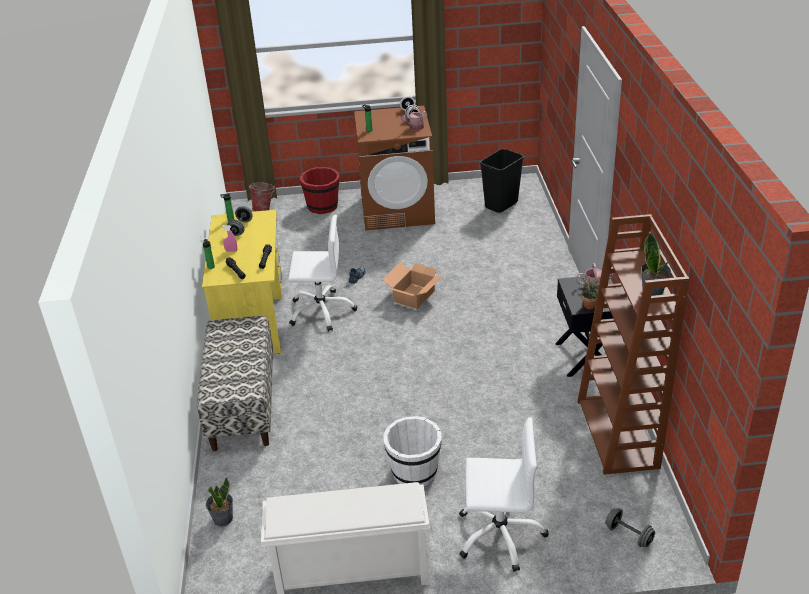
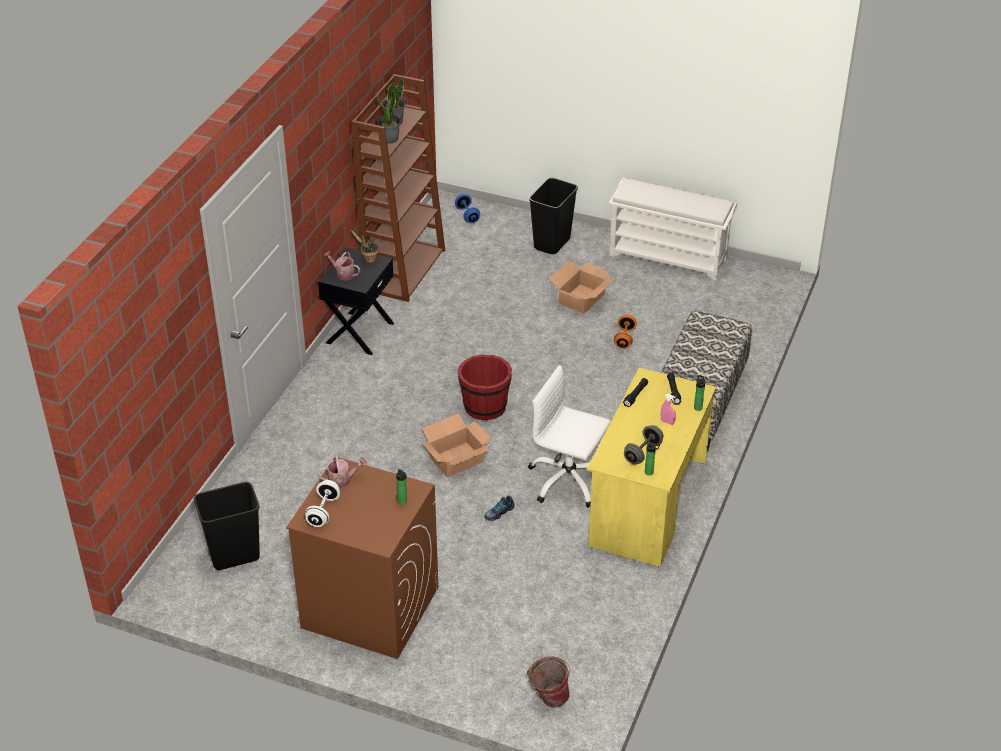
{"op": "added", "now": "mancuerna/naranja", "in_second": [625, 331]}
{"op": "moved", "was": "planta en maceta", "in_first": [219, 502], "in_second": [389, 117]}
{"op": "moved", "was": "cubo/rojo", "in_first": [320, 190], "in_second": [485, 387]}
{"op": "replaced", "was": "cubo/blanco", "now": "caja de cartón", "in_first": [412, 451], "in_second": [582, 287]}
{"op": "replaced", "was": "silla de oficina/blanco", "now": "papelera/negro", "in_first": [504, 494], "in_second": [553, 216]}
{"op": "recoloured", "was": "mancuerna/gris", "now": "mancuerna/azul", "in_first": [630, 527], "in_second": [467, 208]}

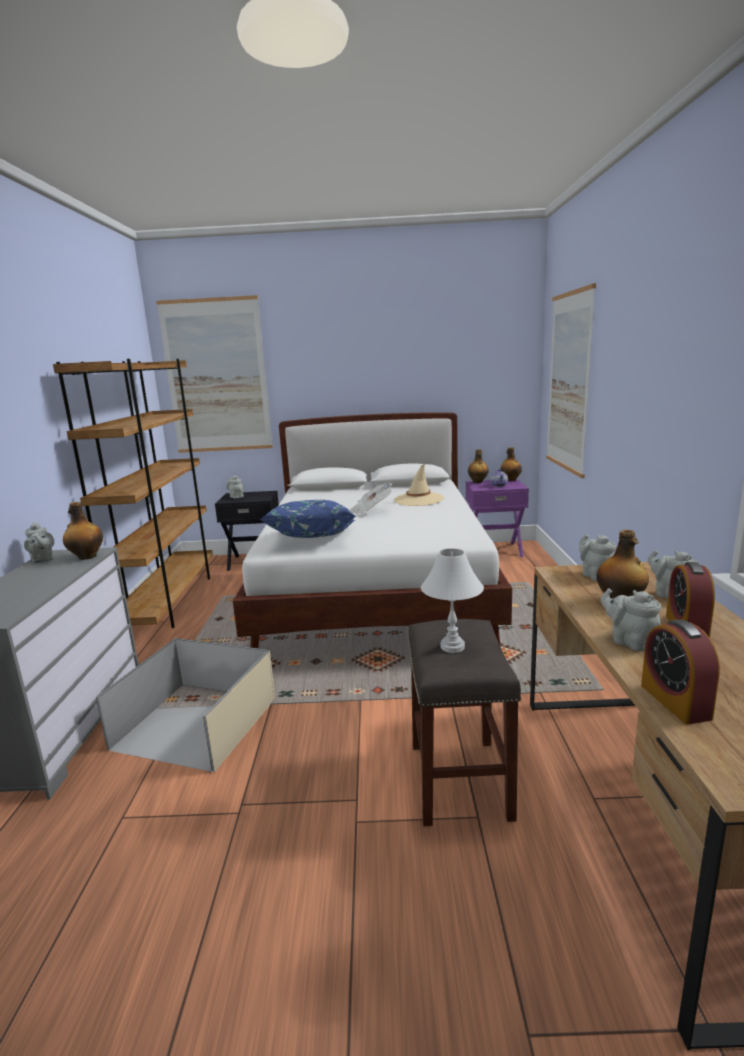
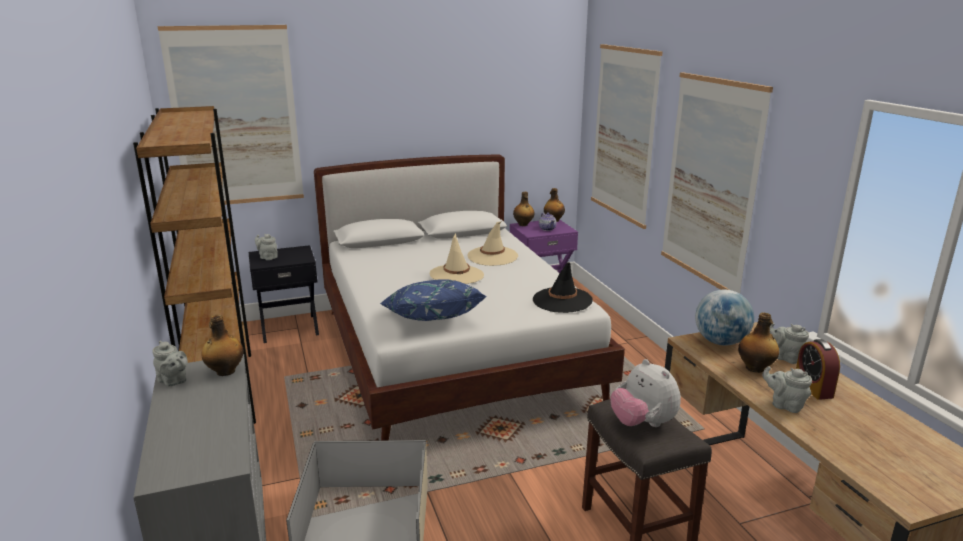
{"op": "removed", "was": "despertador", "in_first": [680, 672]}
{"op": "added", "now": "sombrero/negro", "in_second": [563, 287]}
{"op": "added", "now": "cuadro", "in_second": [717, 183]}
{"op": "replaced", "was": "periódico", "now": "sombrero/beis", "in_first": [370, 498], "in_second": [457, 258]}
{"op": "replaced", "was": "lámpara de mesa/blanco", "now": "peluche", "in_first": [452, 600], "in_second": [645, 393]}
{"op": "replaced", "was": "tetera/gris", "now": "globo terráqueo", "in_first": [597, 557], "in_second": [724, 318]}

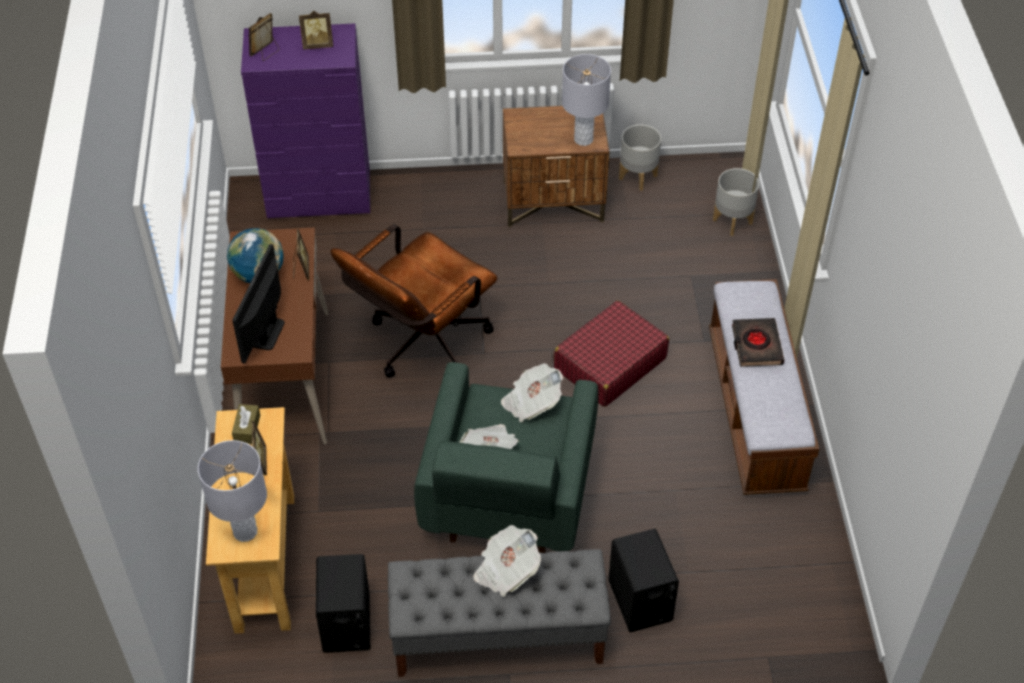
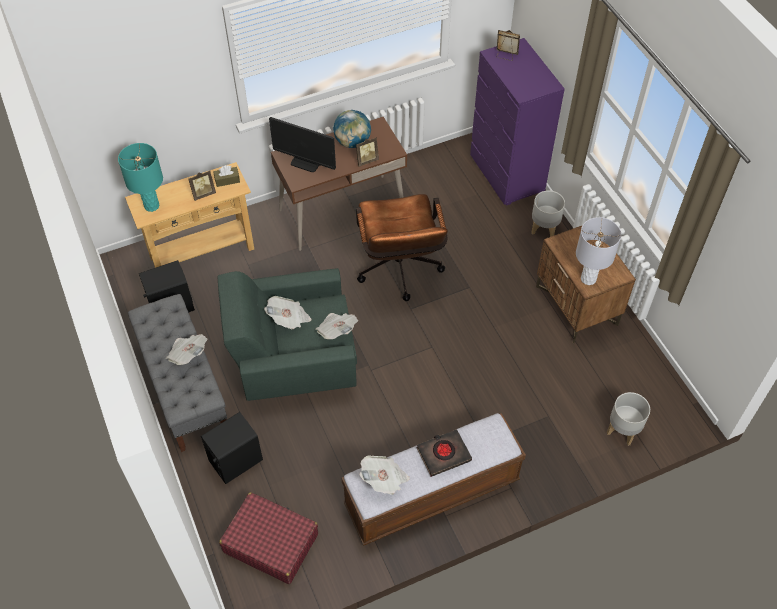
{"op": "removed", "was": "portarretratos", "in_first": [316, 30]}
{"op": "added", "now": "periódico", "in_second": [384, 475]}
{"op": "moved", "was": "maleta/rojo", "in_first": [611, 354], "in_second": [268, 538]}
{"op": "moved", "was": "maceta/gris", "in_first": [640, 157], "in_second": [548, 213]}
{"op": "recoloured", "was": "lámpara de mesa/gris", "now": "lámpara de mesa/turquesa", "in_first": [232, 491], "in_second": [140, 177]}
{"op": "turned", "was": "monitor", "in_first": [259, 304], "in_second": [302, 144], "clockwise": -150}
{"op": "turned", "was": "silla de oficina/marrón", "in_first": [414, 301], "in_second": [402, 247], "clockwise": -120}

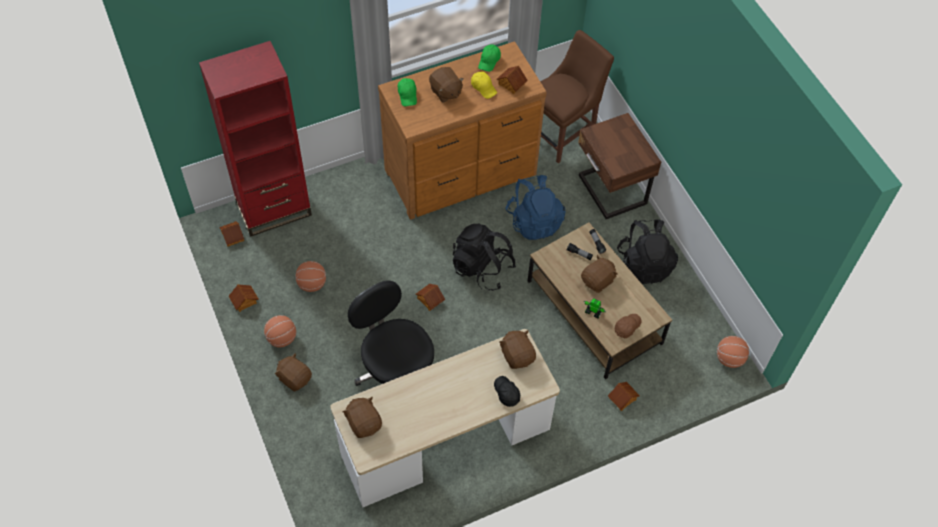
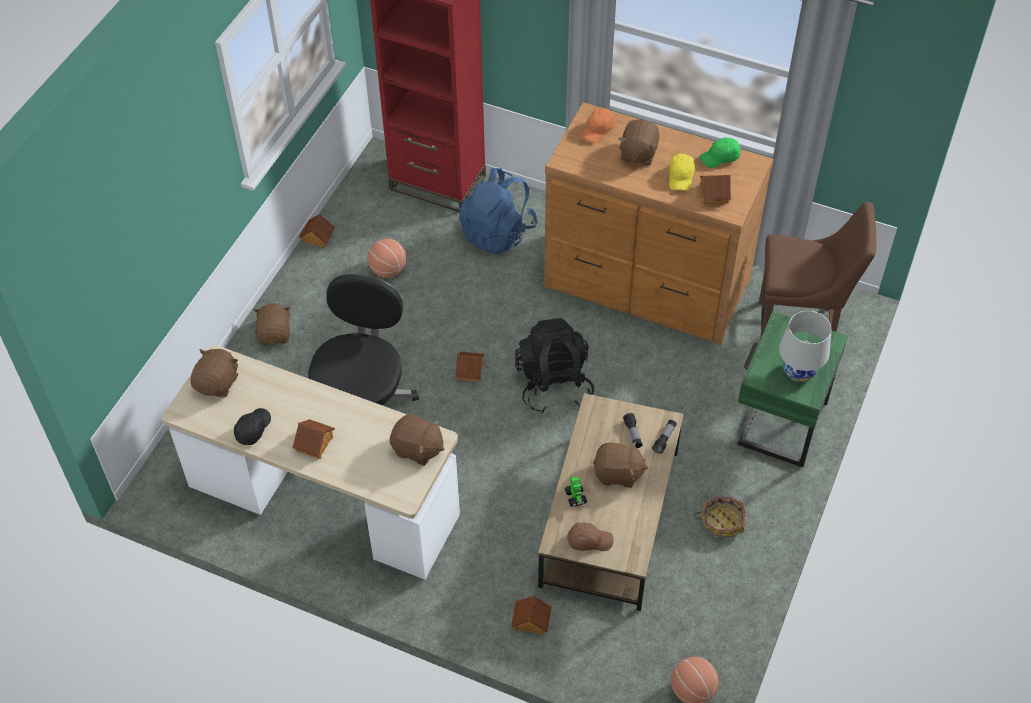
{"op": "removed", "was": "balón de baloncesto", "in_first": [280, 331]}
{"op": "added", "now": "lámpara de mesa/blanco", "in_second": [805, 346]}
{"op": "moved", "was": "casita", "in_first": [231, 234], "in_second": [313, 439]}
{"op": "moved", "was": "gorra/negro", "in_first": [507, 391], "in_second": [252, 426]}
{"op": "moved", "was": "mochila/azul", "in_first": [535, 207], "in_second": [498, 211]}
{"op": "replaced", "was": "mochila/negro", "now": "cesta", "in_first": [647, 252], "in_second": [720, 517]}
{"op": "recoloured", "was": "gorra/verde", "now": "gorra/naranja", "in_first": [407, 92], "in_second": [598, 125]}
{"op": "recoloured", "was": "mesita de noche/marrón", "now": "mesita de noche/verde", "in_first": [619, 166], "in_second": [793, 389]}
{"op": "turned", "was": "peluche/marrón", "in_first": [517, 349], "in_second": [417, 440], "clockwise": 90}

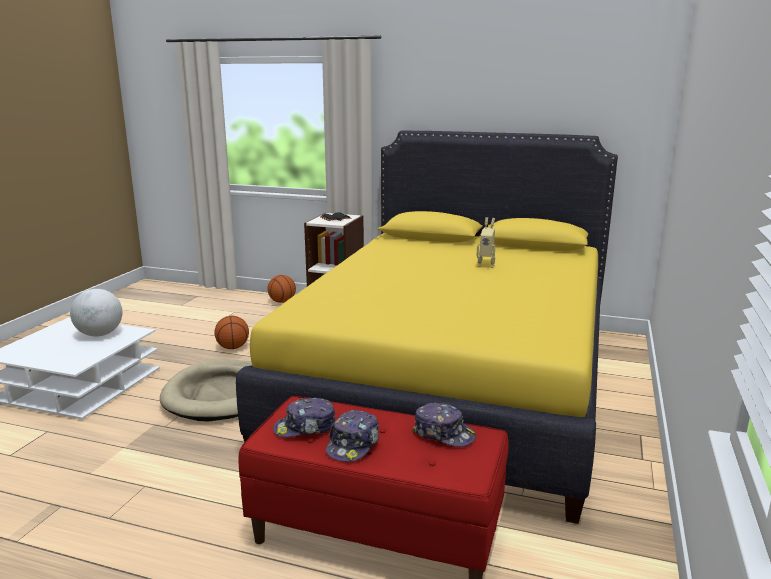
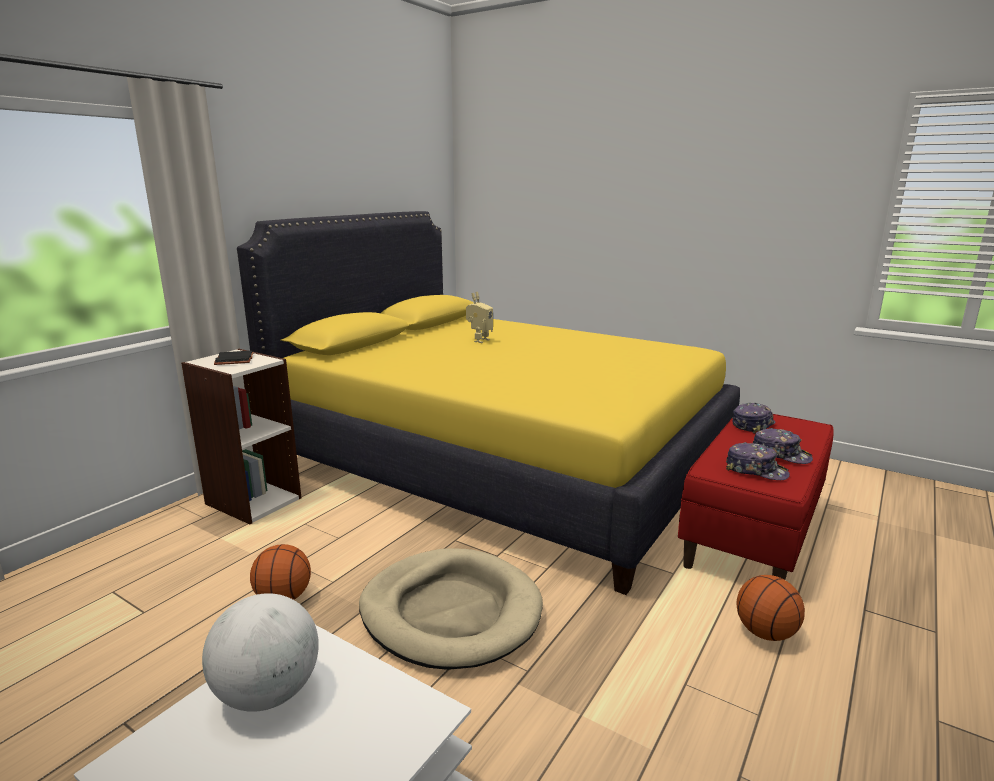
{"op": "moved", "was": "balón de baloncesto", "in_first": [282, 289], "in_second": [771, 608]}
{"op": "turned", "was": "gorra", "in_first": [304, 417], "in_second": [758, 461], "clockwise": -60}

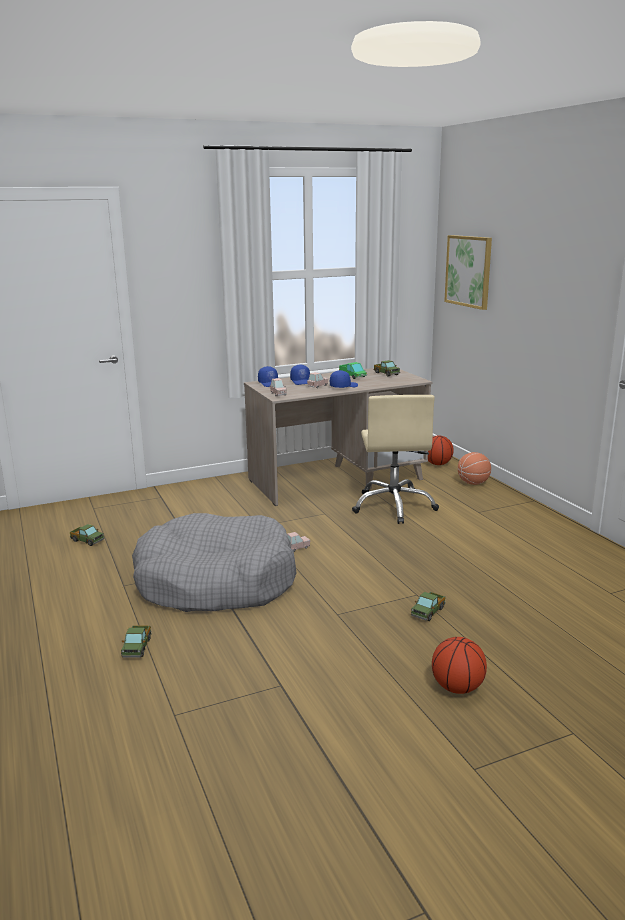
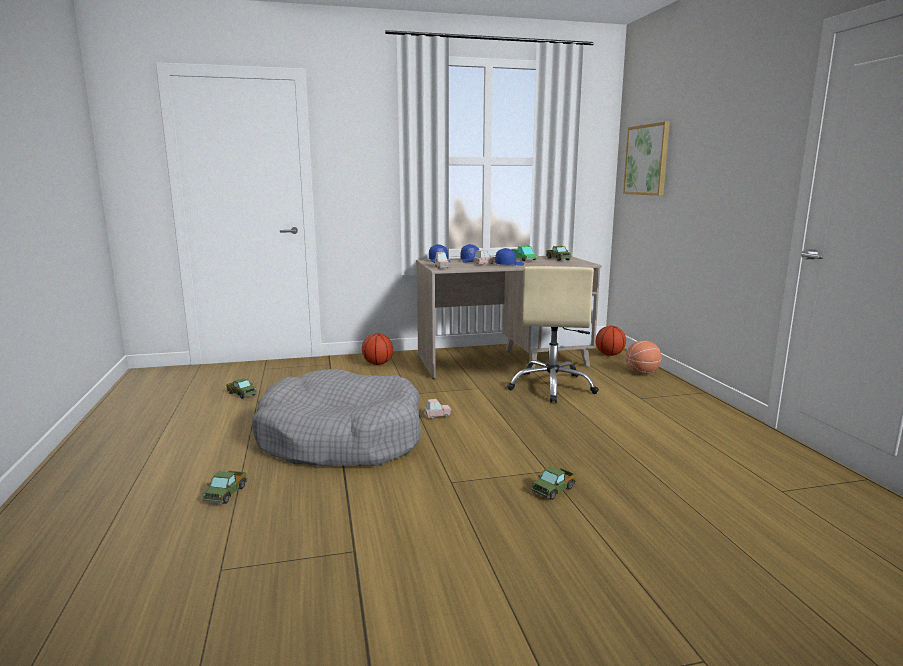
{"op": "moved", "was": "balón de baloncesto", "in_first": [459, 665], "in_second": [377, 349]}

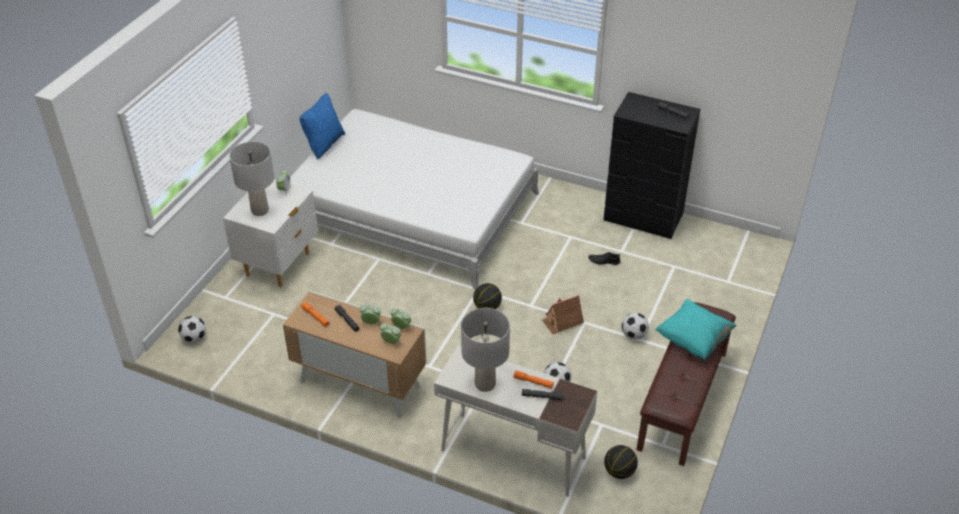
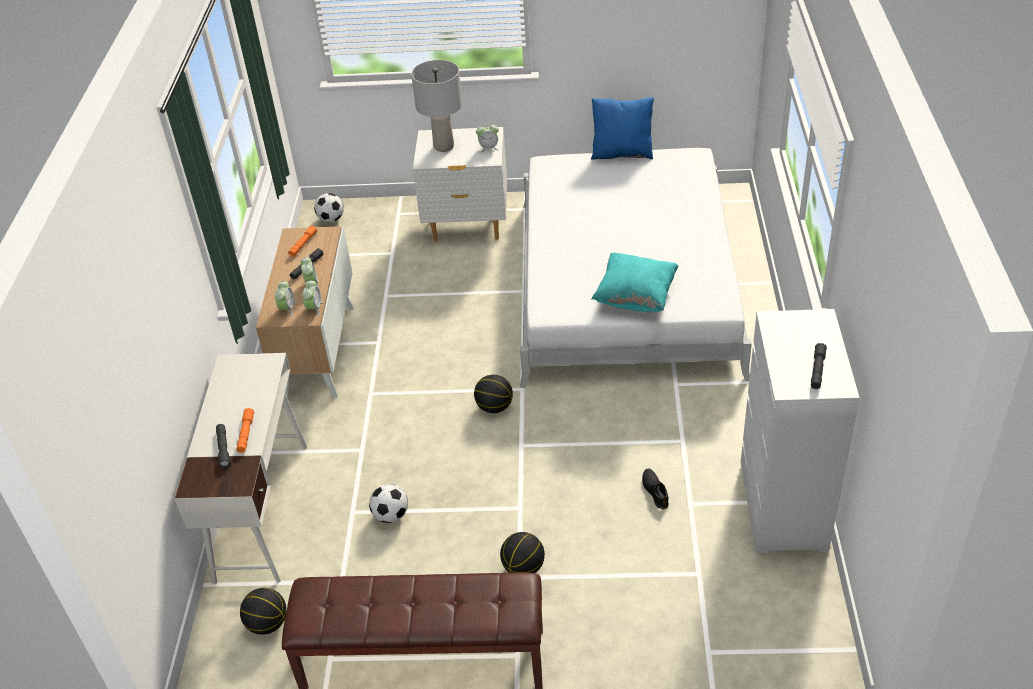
{"op": "removed", "was": "lámpara de mesa/gris", "in_first": [485, 350]}
{"op": "removed", "was": "casita", "in_first": [563, 315]}
{"op": "moved", "was": "cojín/turquesa", "in_first": [696, 329], "in_second": [635, 282]}
{"op": "replaced", "was": "balón de fútbol", "now": "balón de baloncesto", "in_first": [635, 326], "in_second": [522, 552]}
{"op": "recoloured", "was": "cómoda/negro", "now": "cómoda/blanco", "in_first": [651, 165], "in_second": [800, 431]}

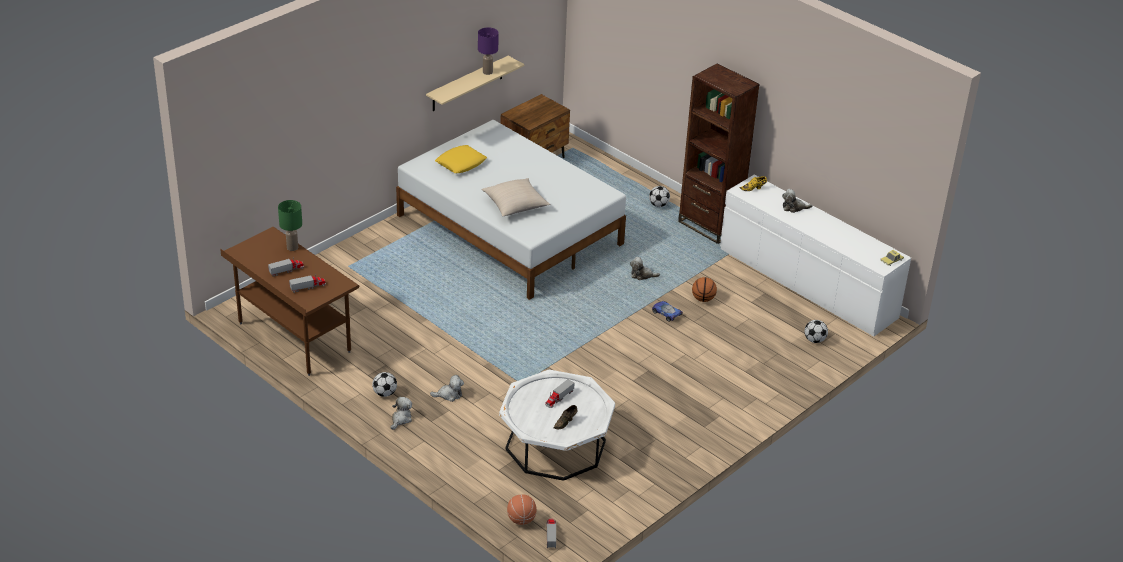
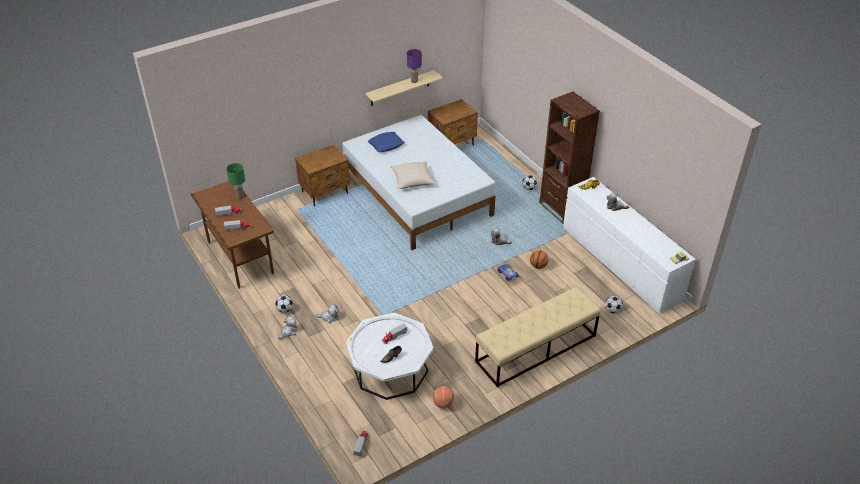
{"op": "added", "now": "mesita de noche/marrón", "in_second": [322, 176]}
{"op": "added", "now": "banco/beis", "in_second": [538, 337]}
{"op": "moved", "was": "balón de baloncesto", "in_first": [522, 509], "in_second": [443, 397]}
{"op": "recoloured", "was": "cojín/amarillo", "now": "cojín/azul", "in_first": [461, 159], "in_second": [386, 142]}

